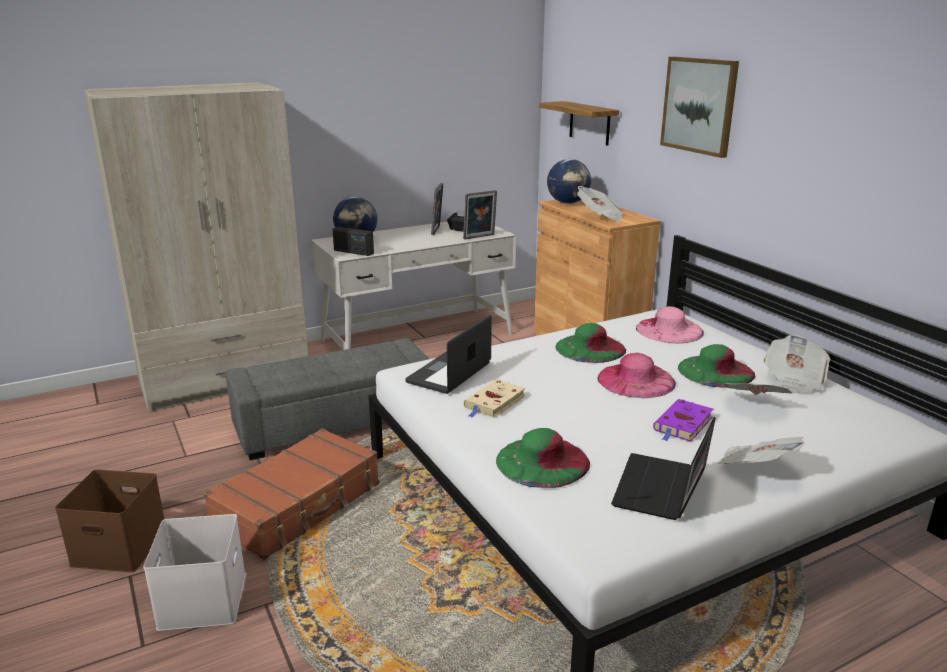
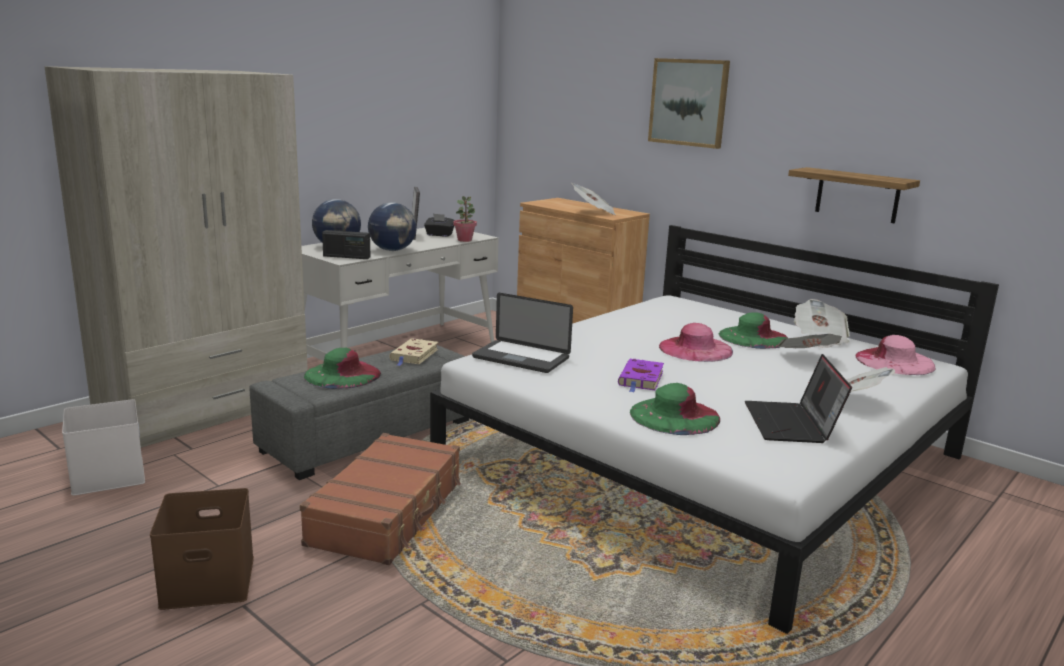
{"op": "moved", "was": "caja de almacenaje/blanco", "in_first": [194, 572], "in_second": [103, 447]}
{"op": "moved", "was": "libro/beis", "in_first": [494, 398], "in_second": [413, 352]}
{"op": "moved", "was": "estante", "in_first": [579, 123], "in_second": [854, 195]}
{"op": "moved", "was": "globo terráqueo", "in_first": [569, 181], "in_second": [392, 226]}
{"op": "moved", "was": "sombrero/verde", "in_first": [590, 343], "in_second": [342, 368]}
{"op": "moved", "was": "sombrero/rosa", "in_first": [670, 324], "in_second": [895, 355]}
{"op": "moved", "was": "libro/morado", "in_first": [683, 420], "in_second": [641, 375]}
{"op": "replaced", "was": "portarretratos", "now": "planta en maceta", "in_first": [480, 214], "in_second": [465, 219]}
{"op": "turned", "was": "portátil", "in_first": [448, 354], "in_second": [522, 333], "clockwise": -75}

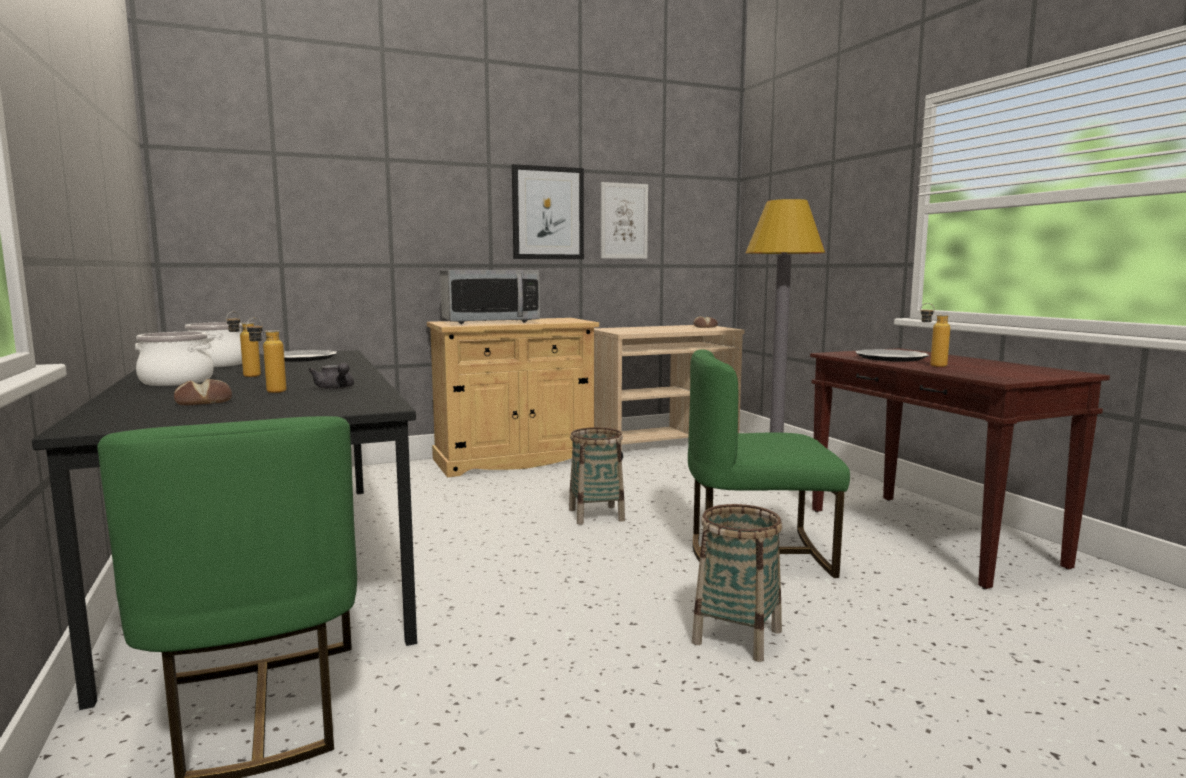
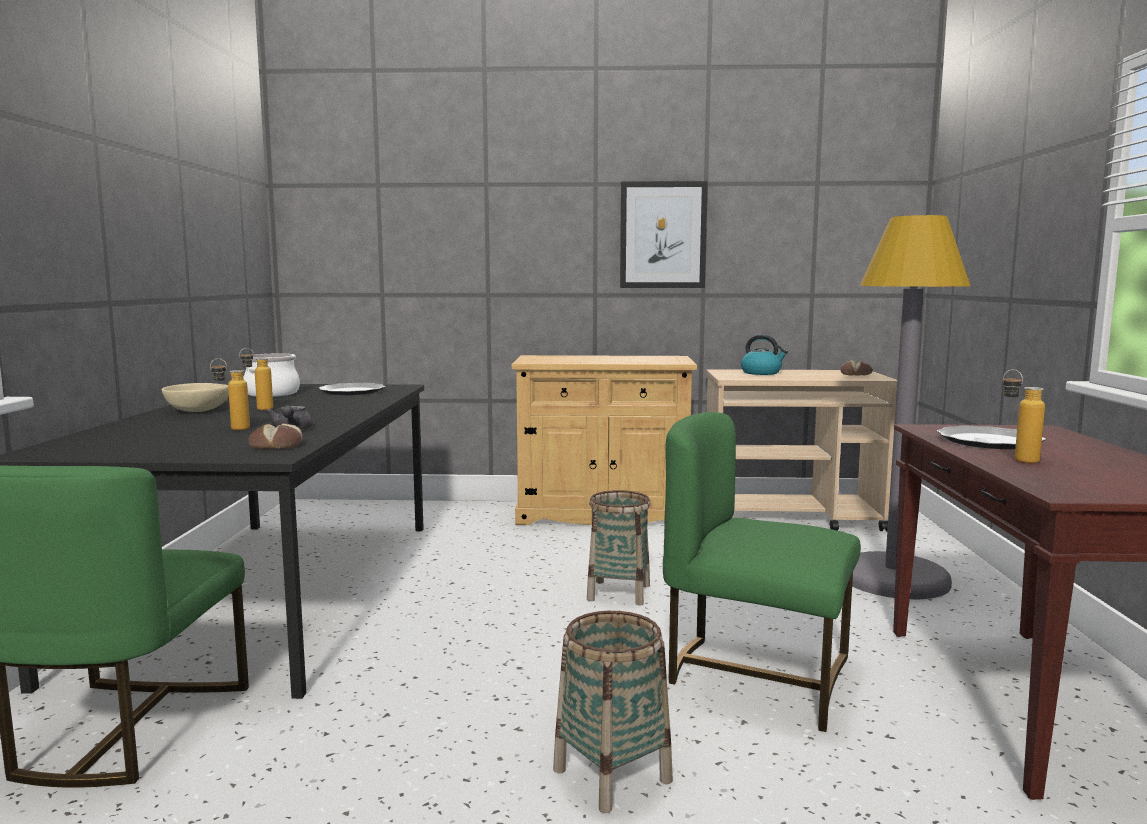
{"op": "removed", "was": "microondas", "in_first": [490, 297]}
{"op": "removed", "was": "cuadro", "in_first": [624, 220]}
{"op": "added", "now": "hervidor", "in_second": [764, 355]}
{"op": "moved", "was": "pan", "in_first": [203, 392], "in_second": [275, 436]}
{"op": "replaced", "was": "olla", "now": "cuenco/beis", "in_first": [174, 359], "in_second": [195, 397]}

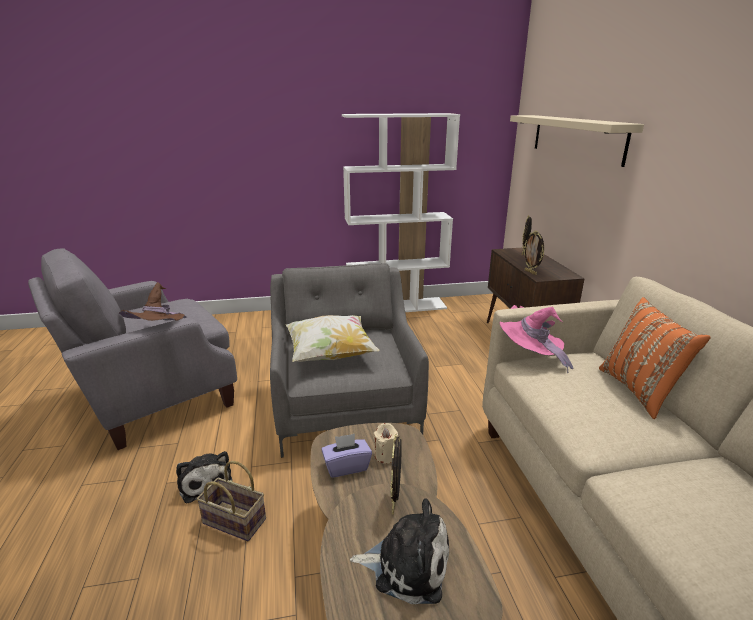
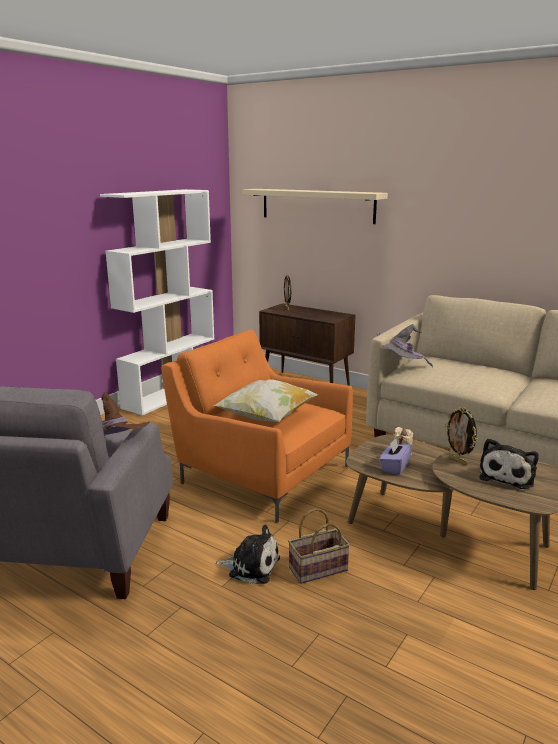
{"op": "removed", "was": "portarretratos", "in_first": [533, 253]}
{"op": "removed", "was": "cojín/naranja", "in_first": [655, 358]}
{"op": "recoloured", "was": "sillón/gris", "now": "sillón/naranja", "in_first": [349, 360], "in_second": [257, 426]}
{"op": "recoloured", "was": "sombrero/rosa", "now": "sombrero/gris", "in_first": [536, 339], "in_second": [405, 346]}
{"op": "turned", "was": "peluche", "in_first": [399, 551], "in_second": [509, 463], "clockwise": 150}

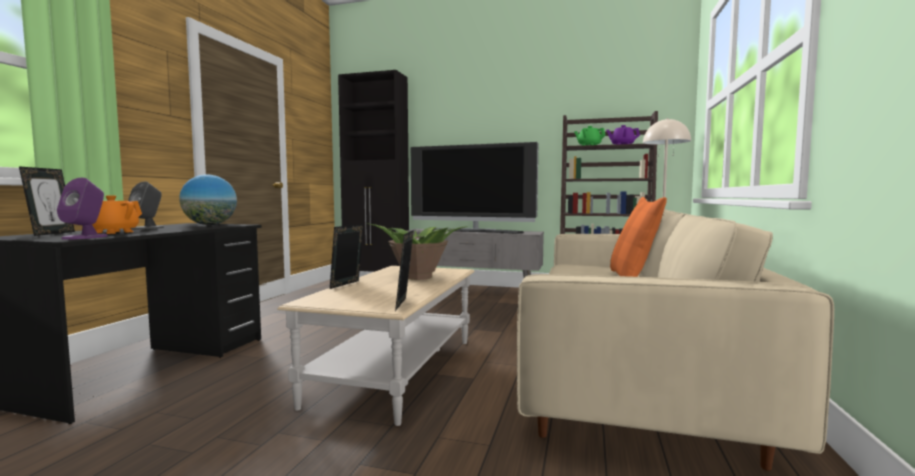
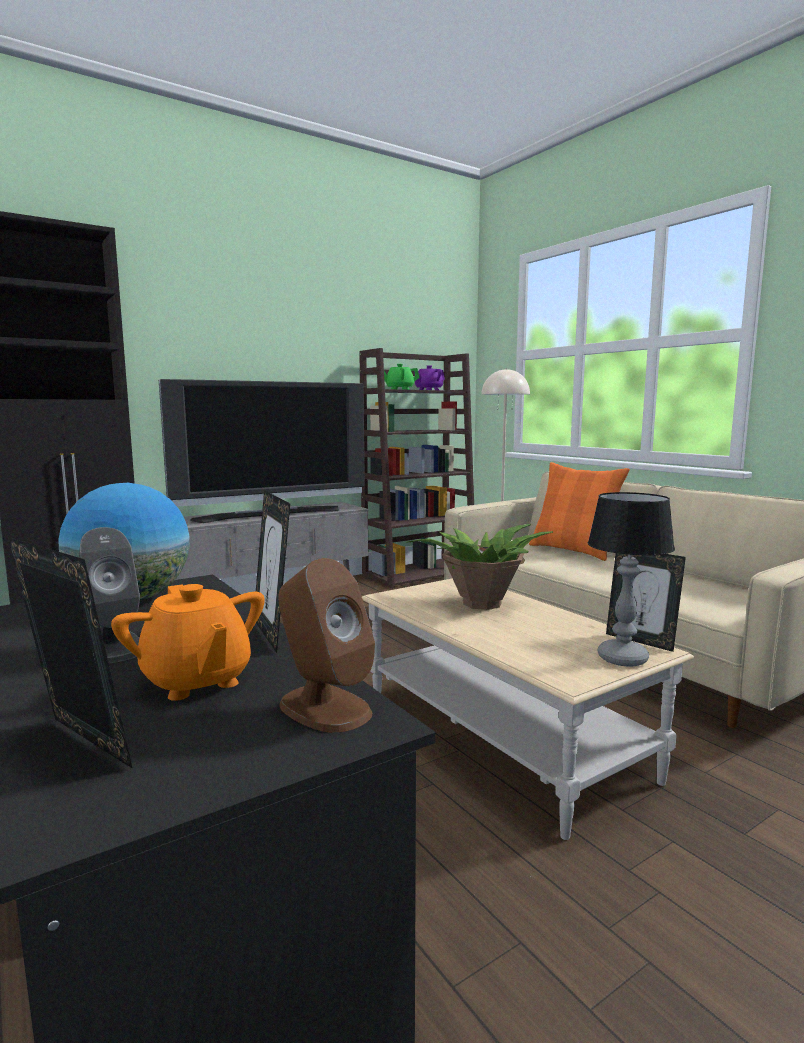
{"op": "added", "now": "lámpara de mesa", "in_second": [631, 579]}
{"op": "moved", "was": "portarretratos", "in_first": [346, 256], "in_second": [273, 571]}
{"op": "recoloured", "was": "altavoz/morado", "now": "altavoz/marrón", "in_first": [82, 209], "in_second": [326, 645]}

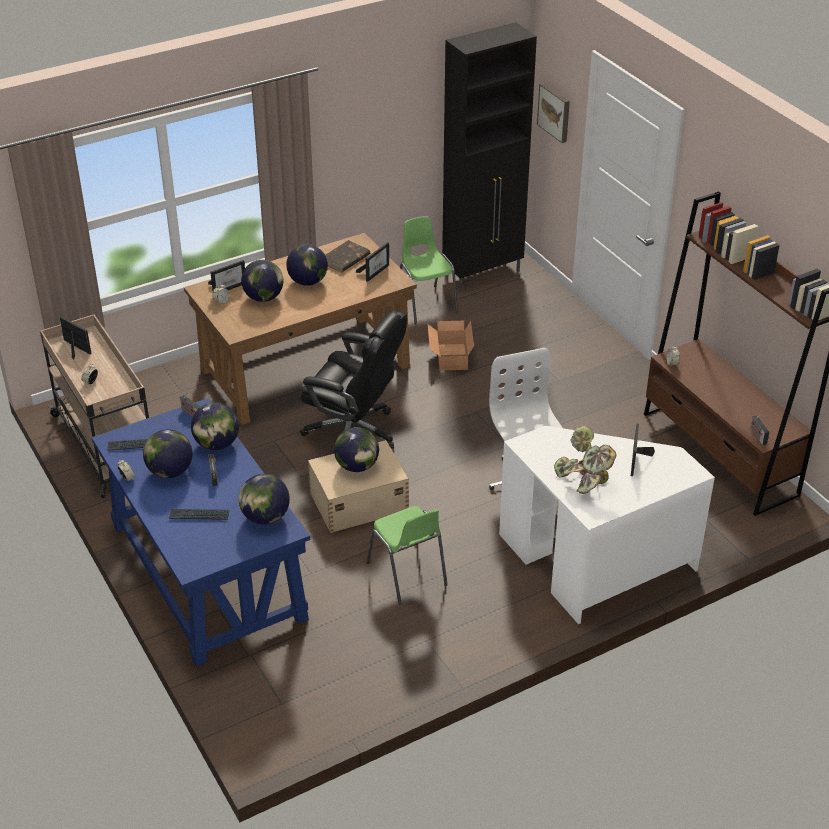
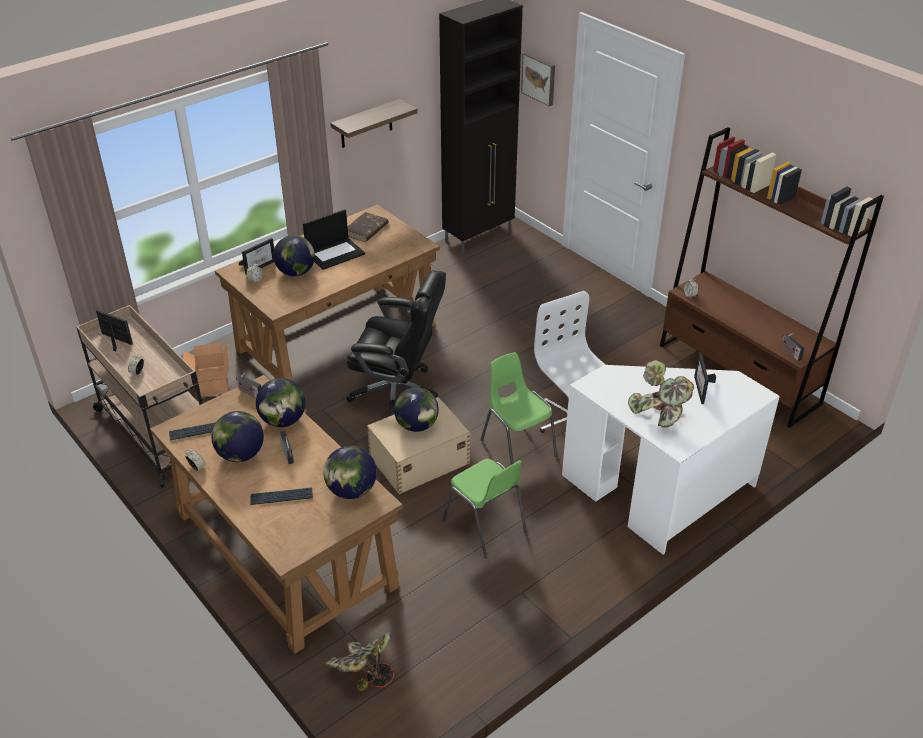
{"op": "removed", "was": "portarretratos", "in_first": [372, 262]}
{"op": "added", "now": "planta en maceta", "in_second": [359, 662]}
{"op": "added", "now": "estante", "in_second": [374, 123]}
{"op": "moved", "was": "silla/verde", "in_first": [429, 270], "in_second": [518, 408]}
{"op": "moved", "was": "caja de cartón", "in_first": [451, 346], "in_second": [206, 369]}
{"op": "replaced", "was": "globo terráqueo", "now": "portátil", "in_first": [307, 265], "in_second": [334, 239]}
{"op": "recoloured", "was": "escritorio/azul", "now": "escritorio/marrón", "in_first": [200, 532], "in_second": [276, 514]}

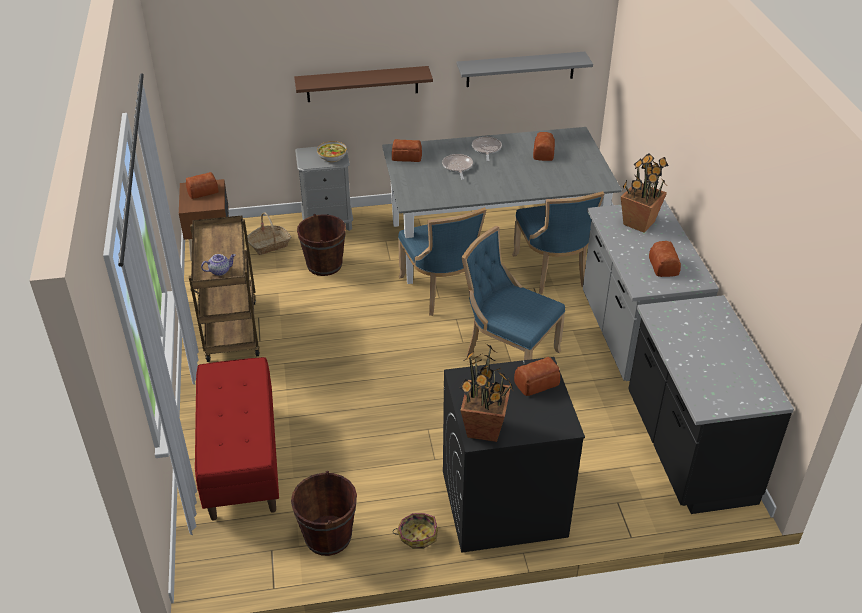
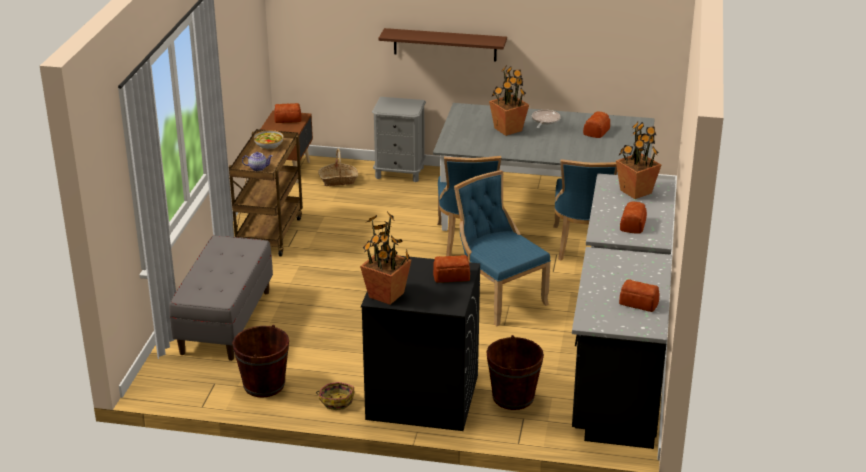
{"op": "removed", "was": "estante/gris", "in_first": [525, 69]}
{"op": "moved", "was": "cubo/marrón", "in_first": [321, 245], "in_second": [515, 372]}
{"op": "moved", "was": "cuenco", "in_first": [332, 151], "in_second": [269, 140]}
{"op": "moved", "was": "pan", "in_first": [407, 150], "in_second": [639, 295]}
{"op": "replaced", "was": "sartén", "now": "planta en maceta", "in_first": [457, 167], "in_second": [509, 100]}
{"op": "recoloured", "was": "banco/rojo", "now": "banco/gris", "in_first": [237, 439], "in_second": [221, 298]}

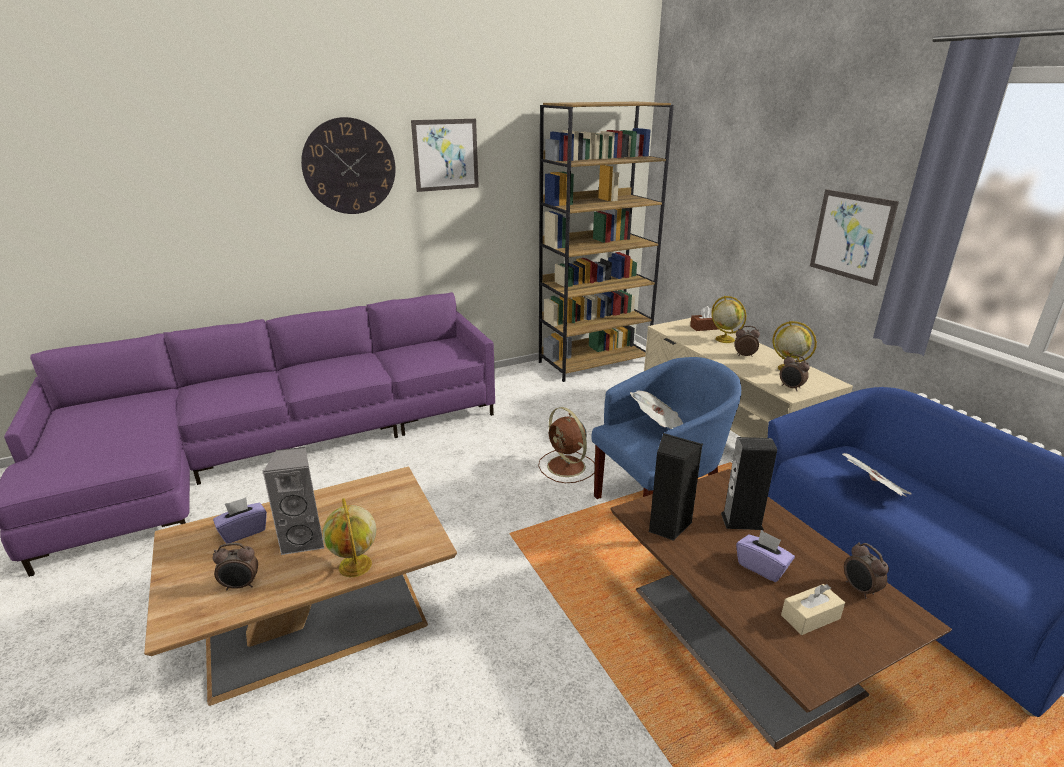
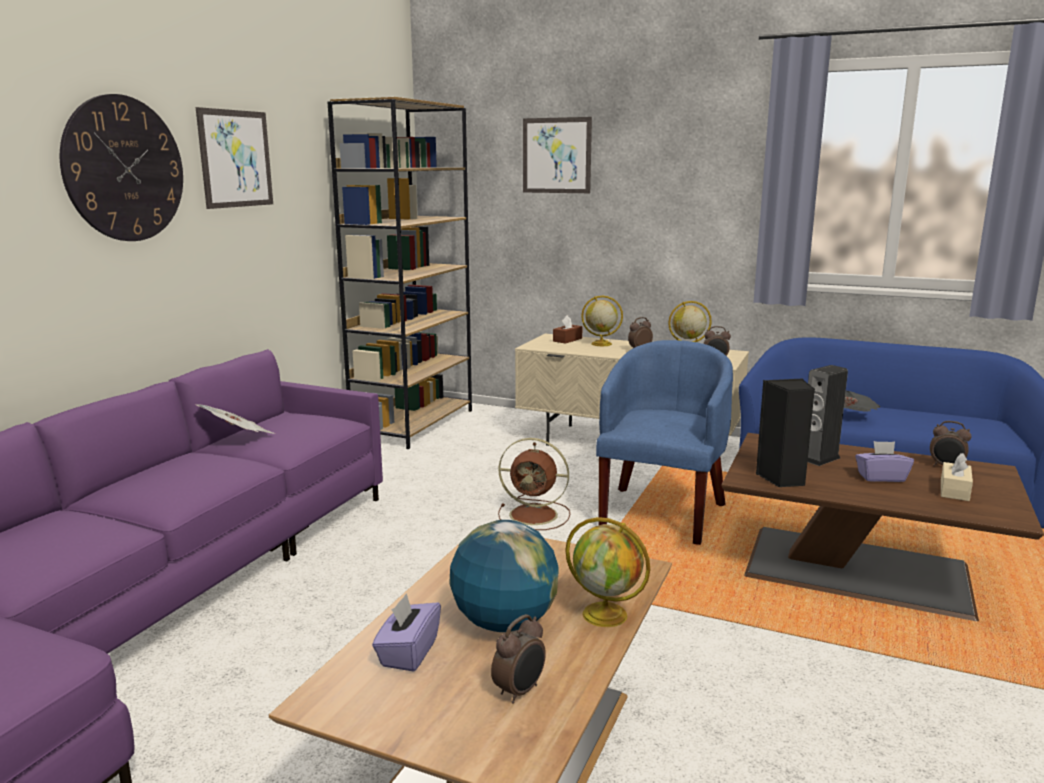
{"op": "moved", "was": "periódico", "in_first": [656, 410], "in_second": [235, 419]}
{"op": "moved", "was": "cuadro", "in_first": [854, 237], "in_second": [557, 155]}
{"op": "replaced", "was": "altavoz/gris", "now": "globo terráqueo", "in_first": [293, 501], "in_second": [504, 576]}

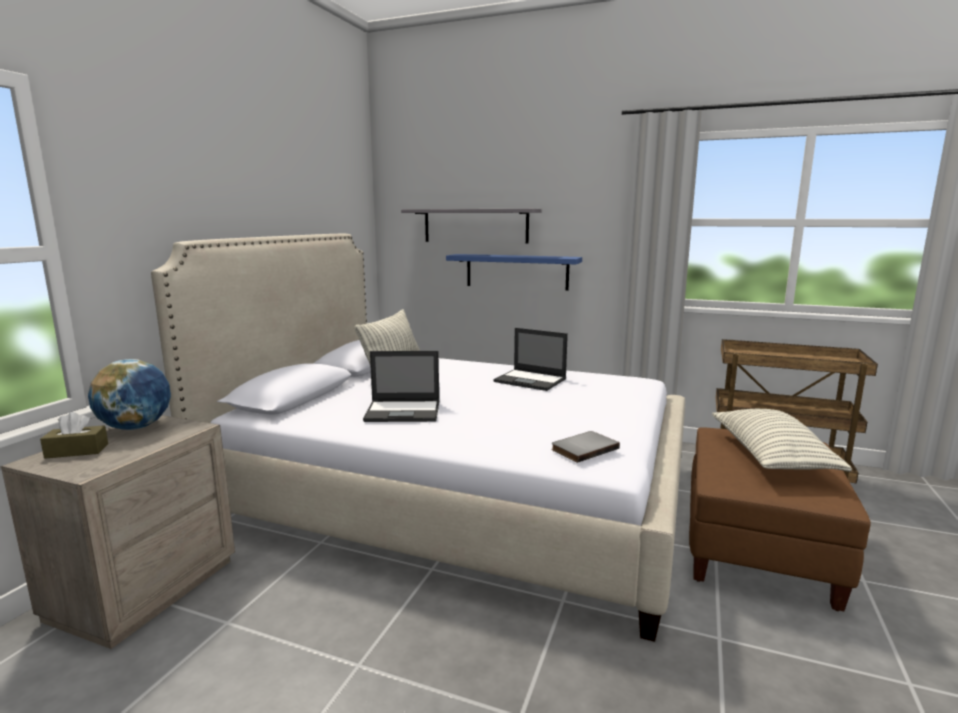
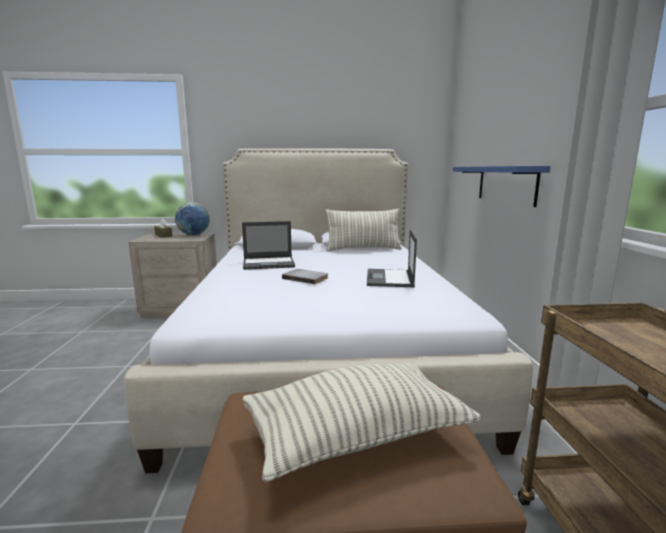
{"op": "removed", "was": "estante/gris", "in_first": [471, 226]}
{"op": "moved", "was": "libro/gris", "in_first": [585, 447], "in_second": [305, 276]}
{"op": "turned", "was": "portátil", "in_first": [401, 386], "in_second": [268, 245], "clockwise": -75}

